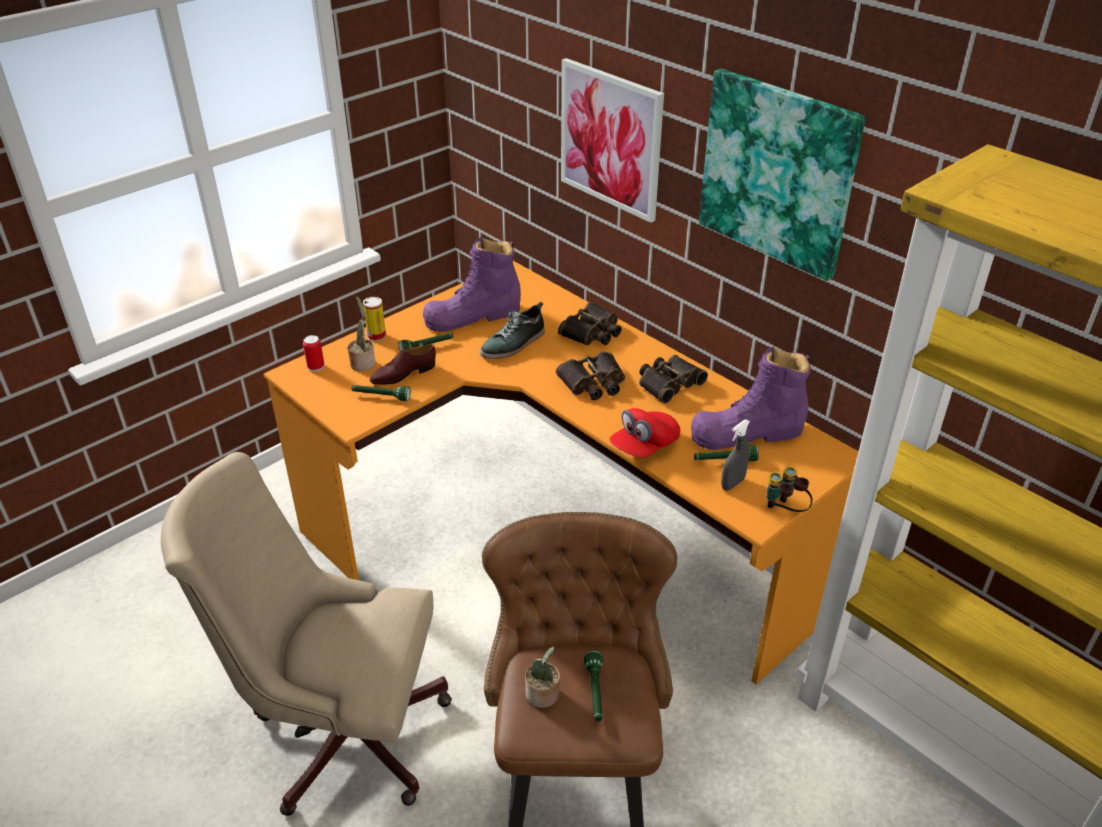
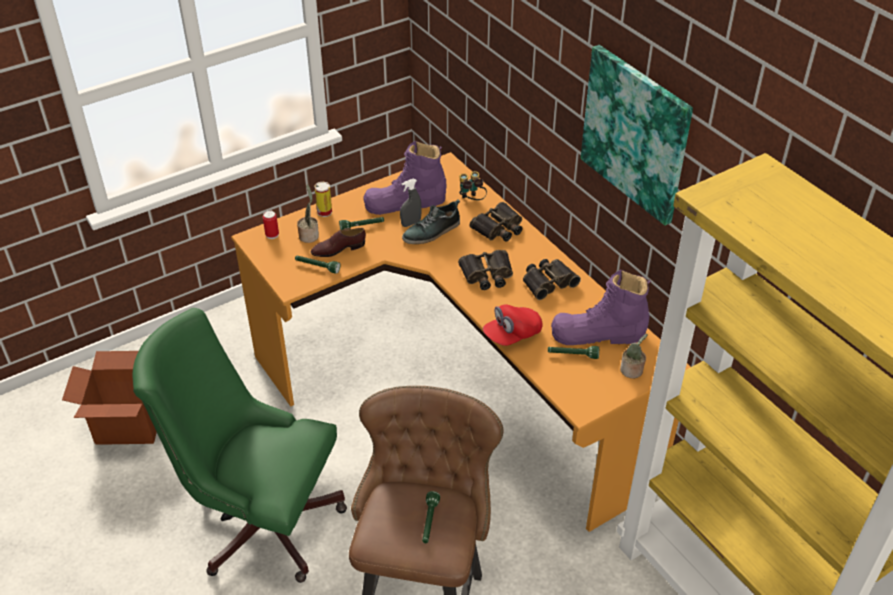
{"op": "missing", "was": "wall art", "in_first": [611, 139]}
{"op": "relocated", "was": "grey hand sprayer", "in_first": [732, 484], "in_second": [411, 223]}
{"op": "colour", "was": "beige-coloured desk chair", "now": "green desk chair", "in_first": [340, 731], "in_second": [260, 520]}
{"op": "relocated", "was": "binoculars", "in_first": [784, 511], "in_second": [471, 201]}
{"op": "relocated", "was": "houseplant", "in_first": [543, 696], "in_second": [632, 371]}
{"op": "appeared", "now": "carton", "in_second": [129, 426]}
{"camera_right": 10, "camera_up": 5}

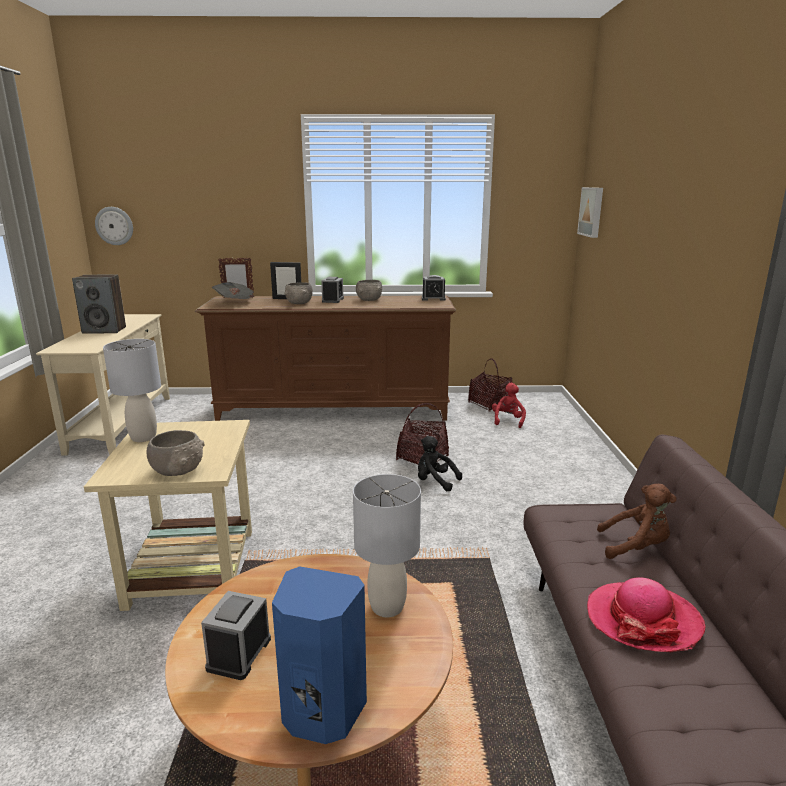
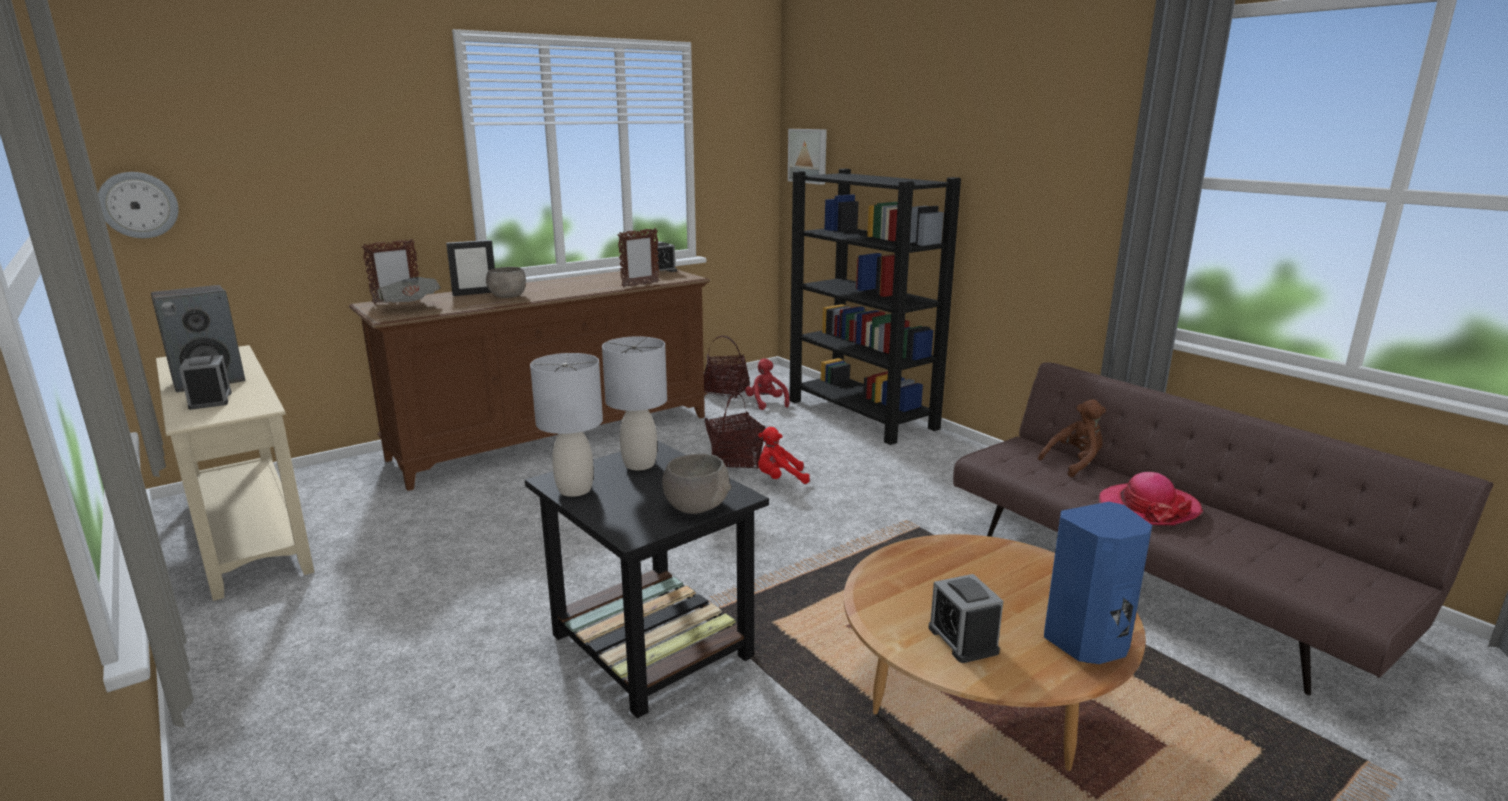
{"op": "relocated", "was": "table clock", "in_first": [332, 300], "in_second": [210, 400]}
{"op": "missing", "was": "grey deep dish", "in_first": [369, 300]}
{"op": "colour", "was": "beige-coloured end table", "now": "black end table", "in_first": [192, 566], "in_second": [649, 644]}
{"op": "colour", "was": "black plush toy", "now": "red-coloured plush toy", "in_first": [435, 482], "in_second": [780, 479]}
{"op": "relocated", "was": "grey lamp for a table", "in_first": [388, 607], "in_second": [640, 464]}
{"op": "appeared", "now": "black bookshelf", "in_second": [861, 414]}
{"op": "appeared", "now": "photo frame", "in_second": [640, 285]}
{"camera_right": -35, "camera_up": 0}

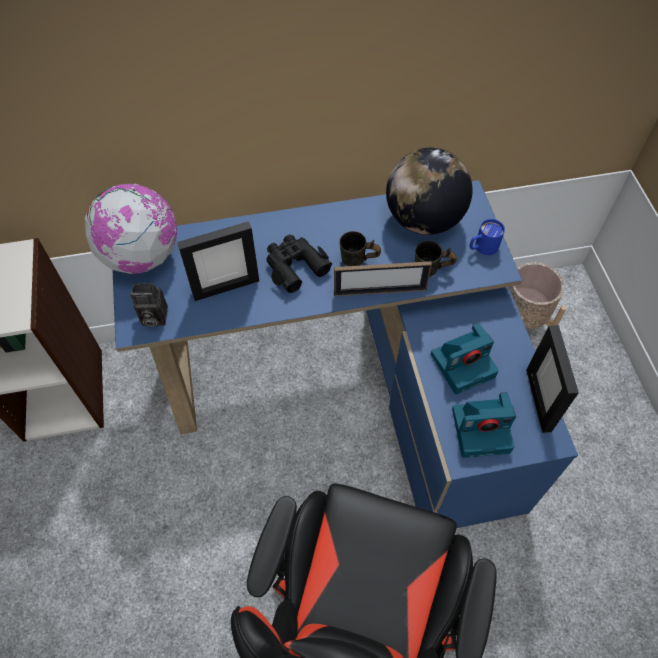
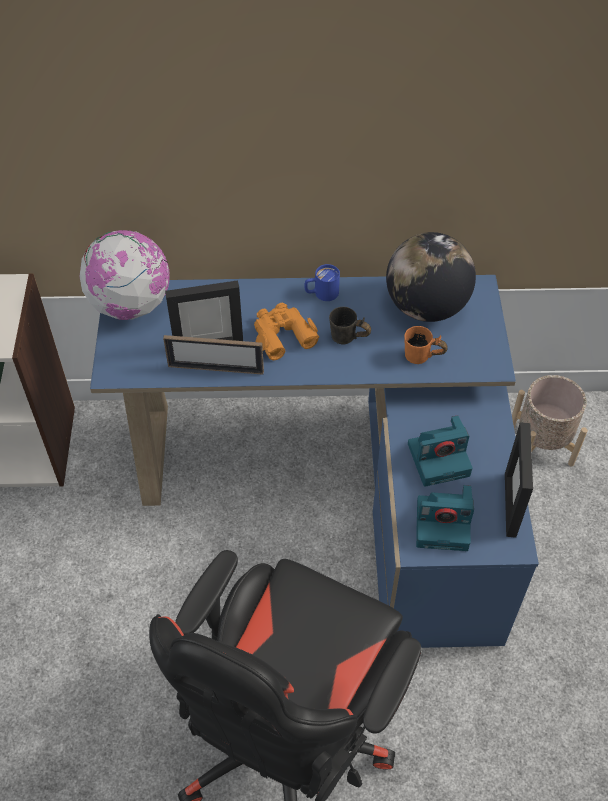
{"op": "relocated", "was": "blue mug", "in_first": [482, 248], "in_second": [321, 293]}
{"op": "colour", "was": "black binoculars", "now": "orange-coloured binoculars", "in_first": [294, 266], "in_second": [282, 335]}
{"op": "colour", "was": "grey mug", "now": "orange-coloured mug", "in_first": [431, 271], "in_second": [421, 359]}
{"op": "relocated", "was": "photo frame", "in_first": [380, 291], "in_second": [215, 369]}
{"op": "missing", "was": "photo camera", "in_first": [153, 317]}
{"camera_right": 10, "camera_up": -5}

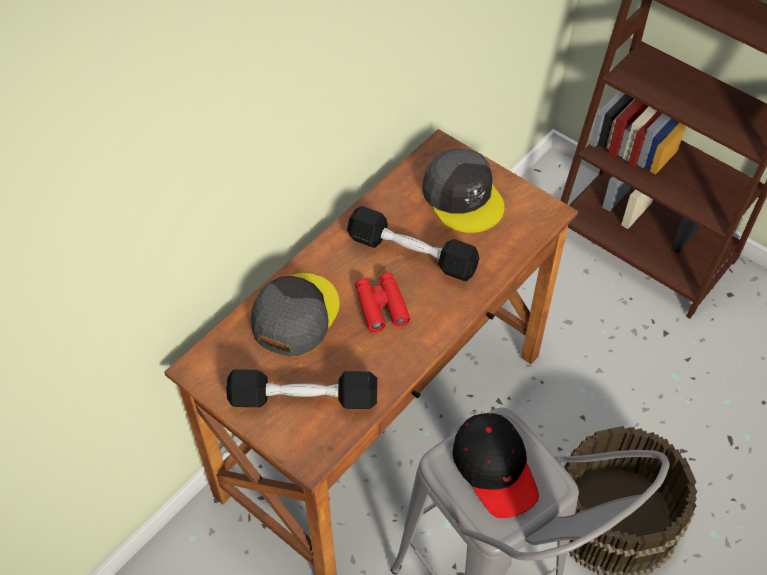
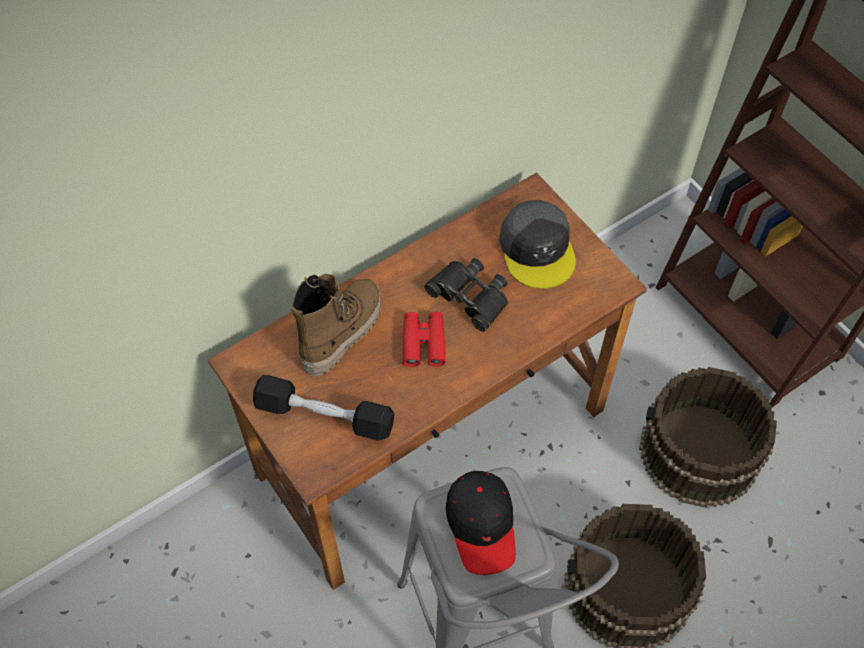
{"op": "exchanged", "was": "black free weight", "now": "black binoculars", "in_first": [412, 254], "in_second": [469, 296]}
{"op": "exchanged", "was": "grey cap", "now": "tall boot", "in_first": [295, 315], "in_second": [341, 332]}
{"op": "appeared", "now": "brownish water bucket", "in_second": [698, 453]}
{"camera_right": 15, "camera_up": 5}

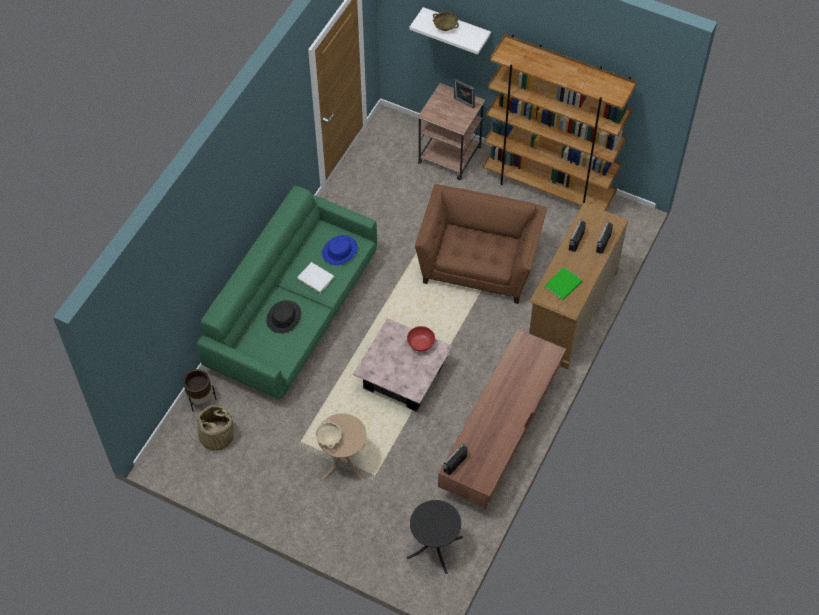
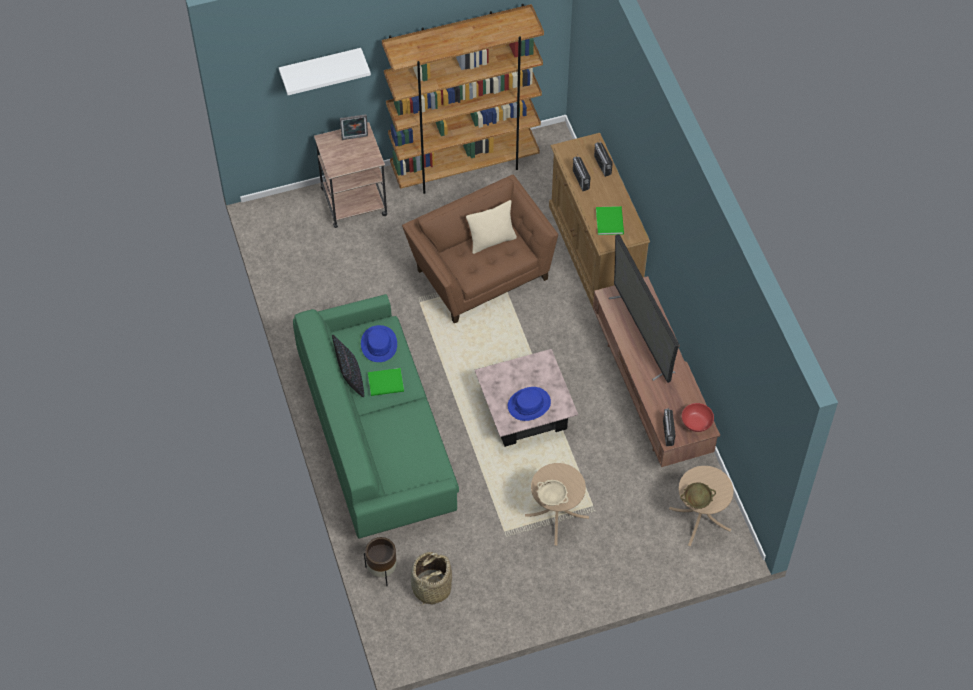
{"op": "relocated", "was": "beige-coloured deep dish", "in_first": [445, 27], "in_second": [697, 500]}
{"op": "colour", "was": "white bound book", "now": "green bound book", "in_first": [316, 279], "in_second": [387, 383]}
{"op": "missing", "was": "black wearable hat", "in_first": [284, 317]}
{"op": "relocated", "was": "red-coloured deep dish", "in_first": [420, 344], "in_second": [696, 424]}
{"op": "colour", "was": "black end table", "now": "beige-coloured end table", "in_first": [434, 547], "in_second": [699, 519]}
{"op": "appeared", "now": "beige-coloured throw pillow", "in_second": [491, 240]}
{"op": "appeared", "now": "TV", "in_second": [641, 334]}
{"op": "appeared", "now": "black throw pillow", "in_second": [350, 378]}
{"op": "appeared", "now": "blue wearable hat", "in_second": [529, 404]}
{"camera_right": -45, "camera_up": 0}

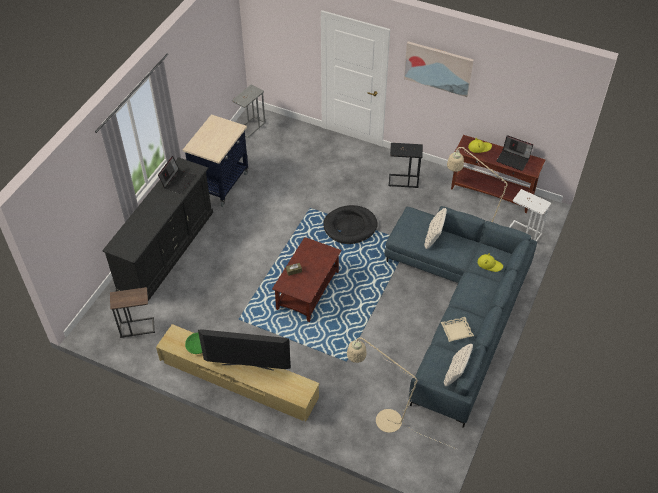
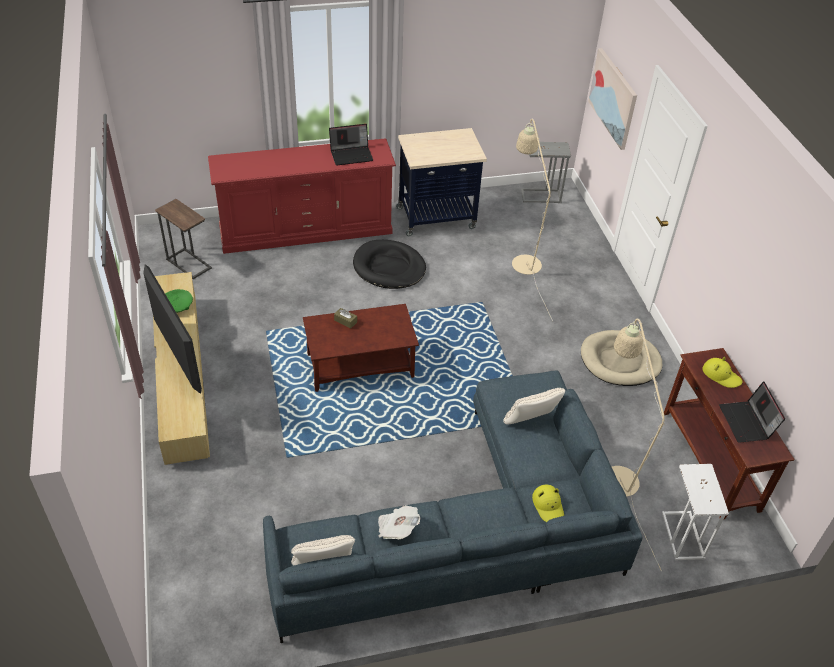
{"op": "relocated", "was": "wall art", "in_first": [438, 68], "in_second": [613, 98]}
{"op": "exchanged", "was": "black end table", "now": "beige-coloured dog cushion", "in_first": [404, 181], "in_second": [620, 361]}
{"op": "colour", "was": "black storage cabinet", "now": "red-coloured storage cabinet", "in_first": [167, 251], "in_second": [306, 230]}
{"op": "relocated", "was": "black dog cushion", "in_first": [350, 226], "in_second": [389, 267]}
{"op": "exchanged", "was": "beige-coloured serving tray", "now": "newspaper", "in_first": [456, 331], "in_second": [397, 528]}
{"op": "relocated", "was": "beige-coloured floor lamp", "in_first": [382, 418], "in_second": [524, 259]}
{"camera_right": 50, "camera_up": -5}

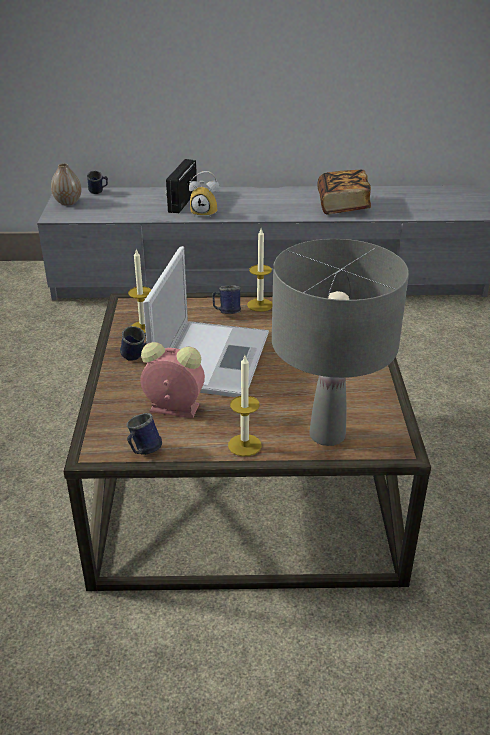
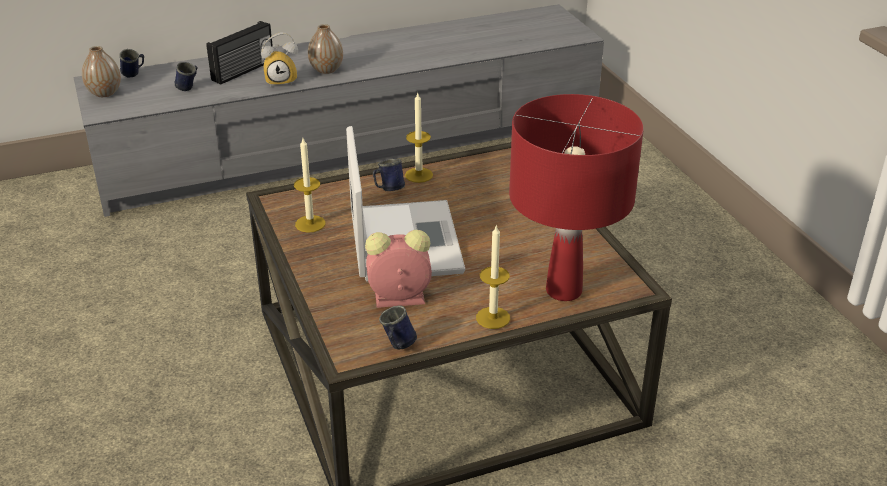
{"op": "spun", "was": "radio receiver", "in_first": [181, 201], "in_second": [244, 71], "clockwise": -135}
{"op": "missing", "was": "bound book", "in_first": [343, 206]}
{"op": "colour", "was": "grey lamp for a table", "now": "red-coloured lamp for a table", "in_first": [327, 435], "in_second": [564, 290]}
{"op": "relocated", "was": "blue mug", "in_first": [137, 356], "in_second": [189, 88]}
{"op": "appeared", "now": "vase", "in_second": [326, 70]}
{"camera_right": -20, "camera_up": 0}

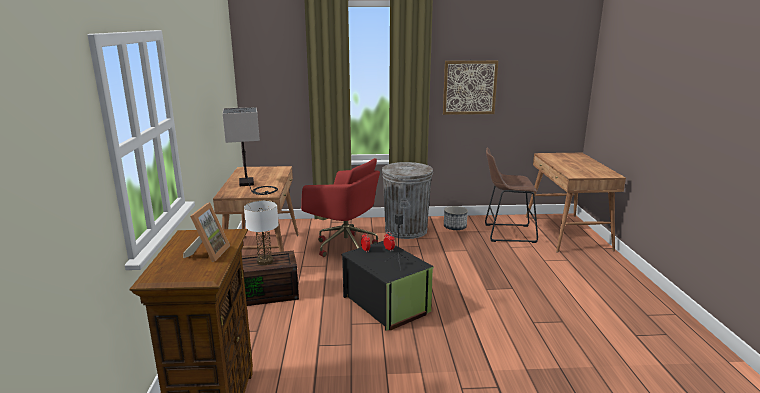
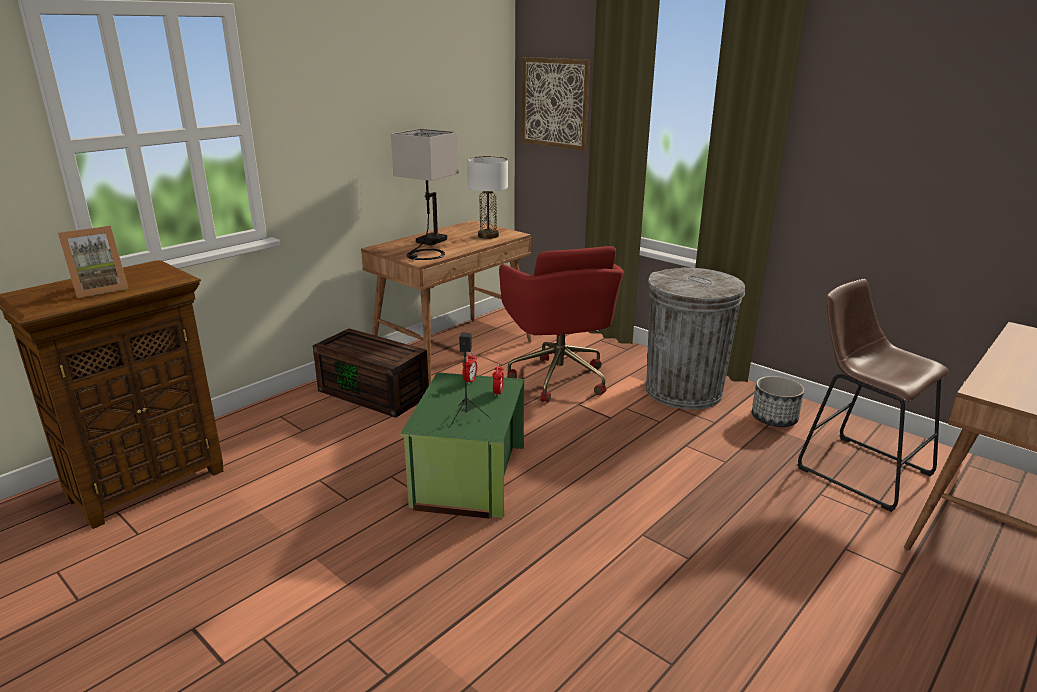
{"op": "relocated", "was": "wall art", "in_first": [469, 87], "in_second": [555, 102]}
{"op": "relocated", "was": "lamp for a table", "in_first": [264, 261], "in_second": [488, 236]}
{"op": "colour", "was": "black storage bin", "now": "green storage bin", "in_first": [385, 305], "in_second": [467, 476]}
{"camera_right": 45, "camera_up": 5}

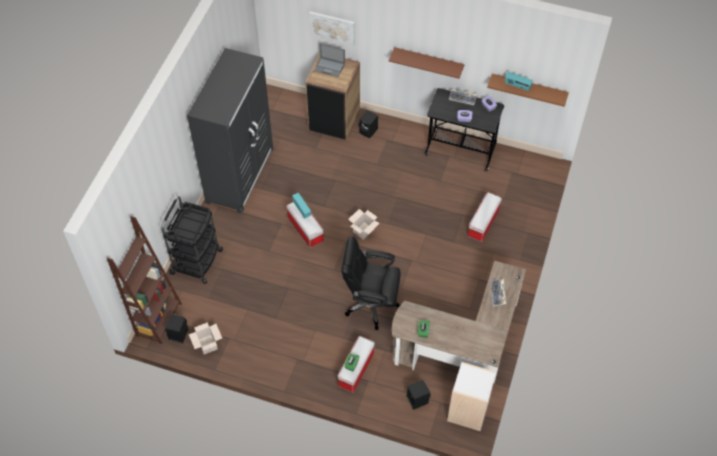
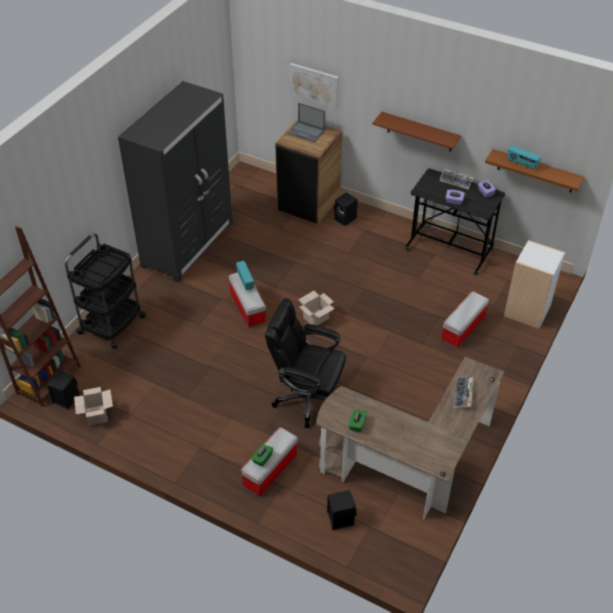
{"op": "relocated", "was": "bookshelf", "in_first": [467, 411], "in_second": [527, 311]}
{"camera_right": 10, "camera_up": -10}

